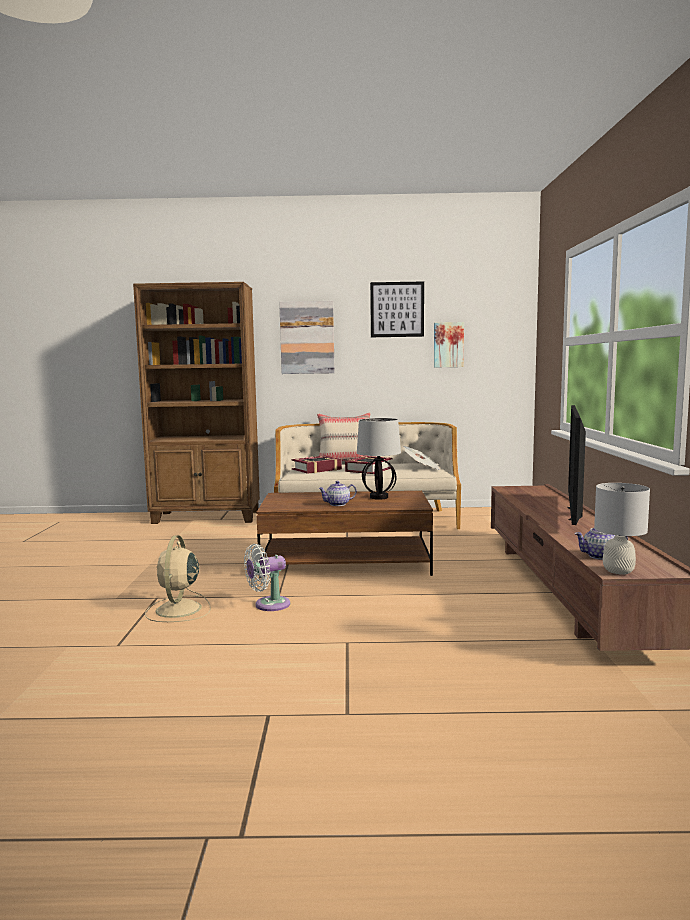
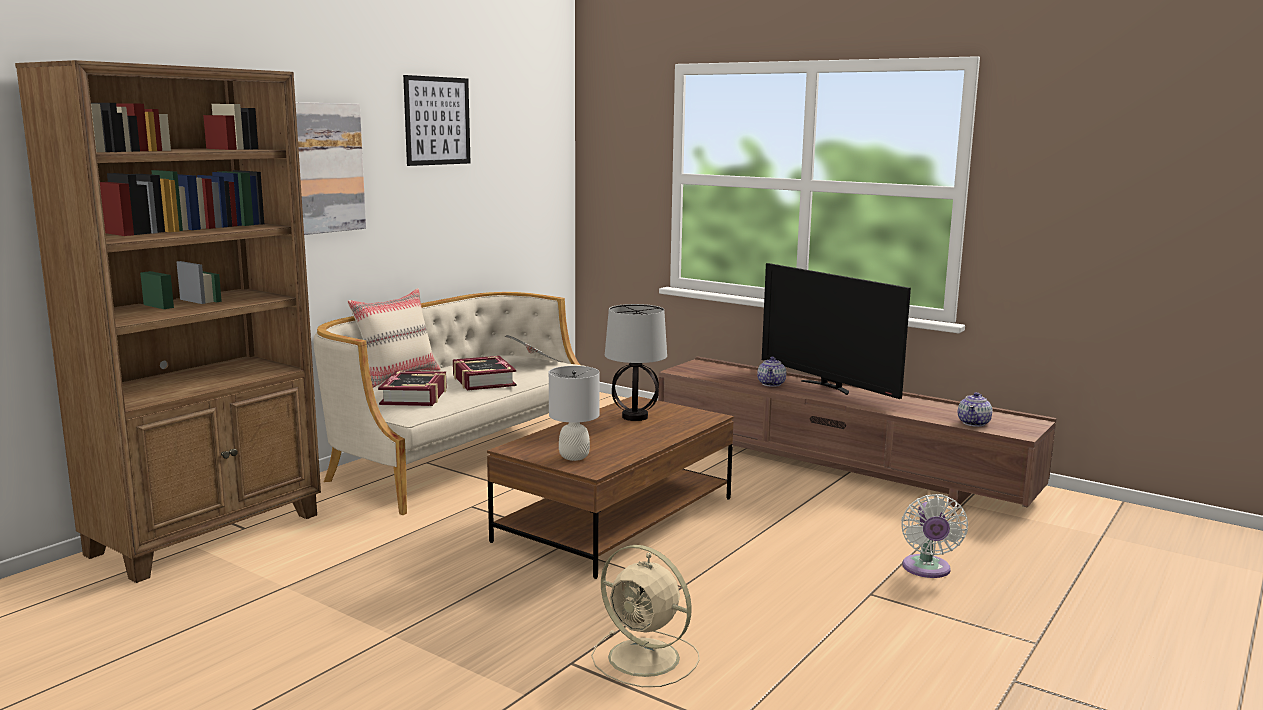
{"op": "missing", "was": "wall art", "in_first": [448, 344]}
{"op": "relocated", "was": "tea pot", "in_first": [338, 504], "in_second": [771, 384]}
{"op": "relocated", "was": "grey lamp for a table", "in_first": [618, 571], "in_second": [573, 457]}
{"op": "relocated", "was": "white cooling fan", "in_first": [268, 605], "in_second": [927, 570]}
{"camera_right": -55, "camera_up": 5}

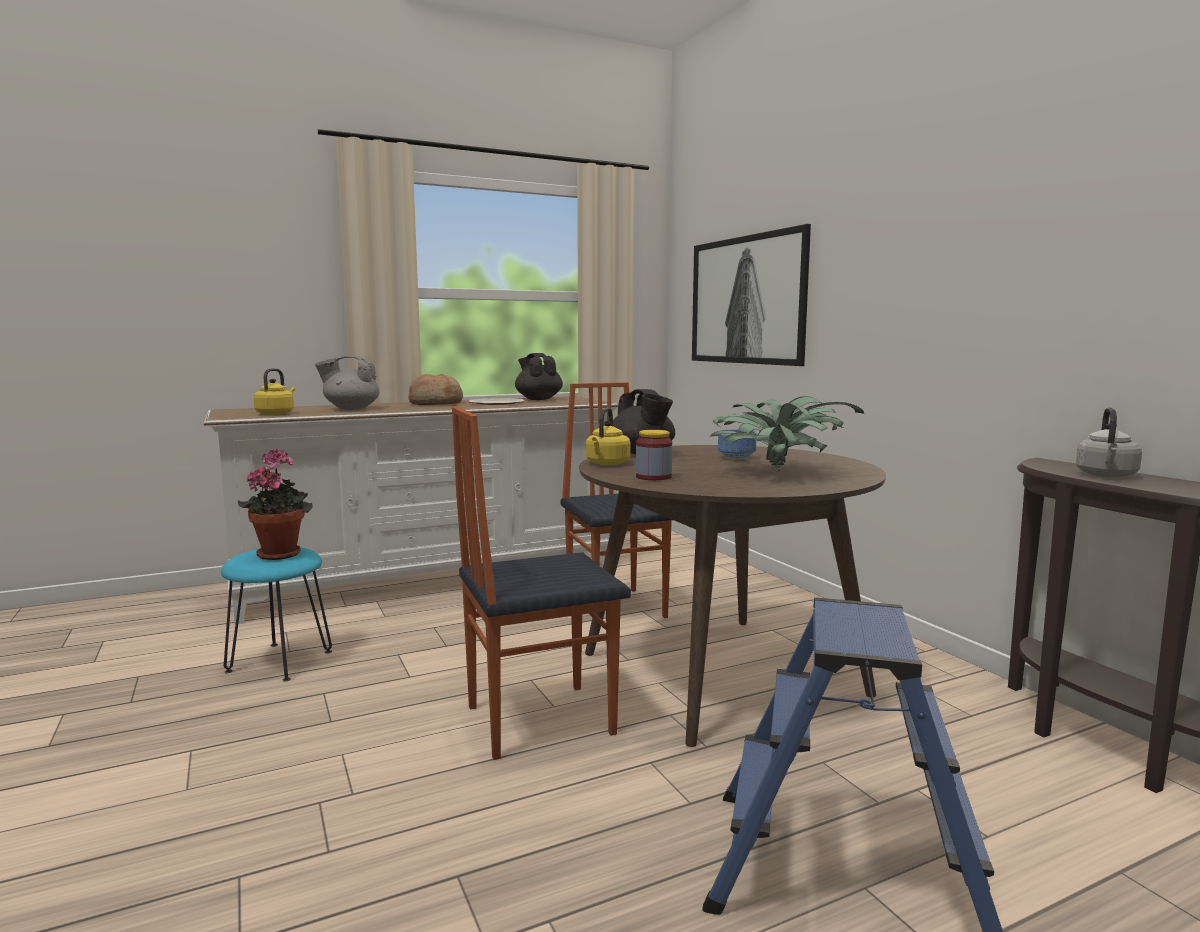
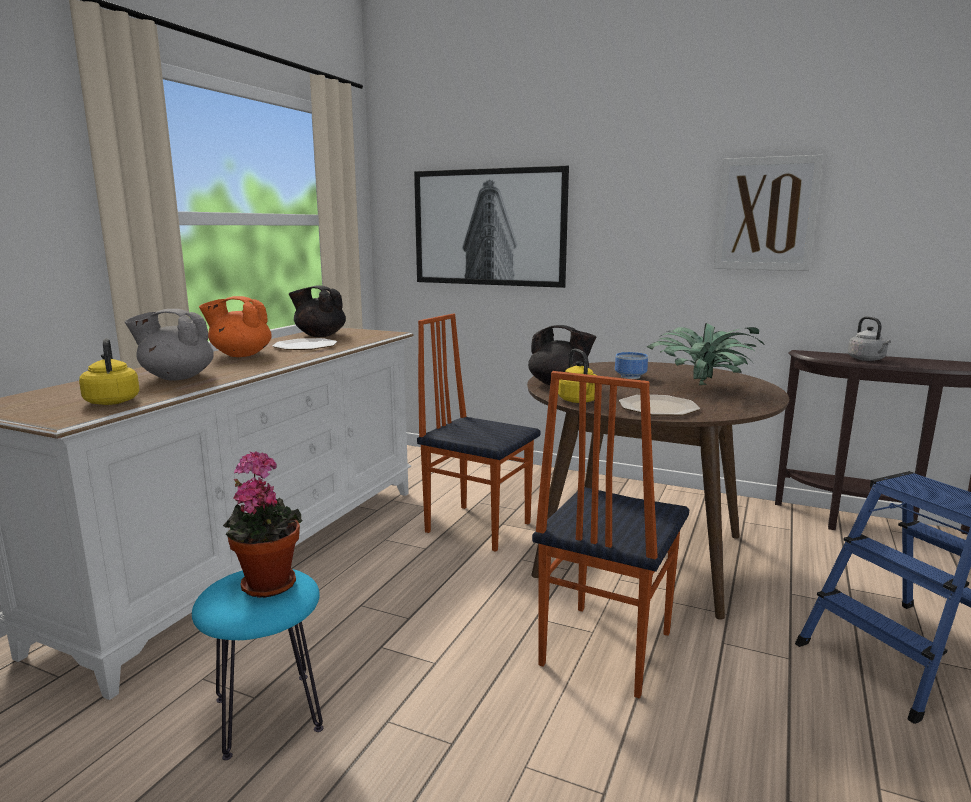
{"op": "spun", "was": "grey tea pot", "in_first": [350, 409], "in_second": [176, 377], "clockwise": 45}
{"op": "exchanged", "was": "baked bread", "now": "orange-coloured tea pot", "in_first": [436, 403], "in_second": [240, 355]}
{"op": "exchanged", "was": "jar", "now": "flat dish", "in_first": [653, 477], "in_second": [657, 407]}
{"op": "appeared", "now": "wall art", "in_second": [766, 214]}
{"camera_right": -40, "camera_up": 5}

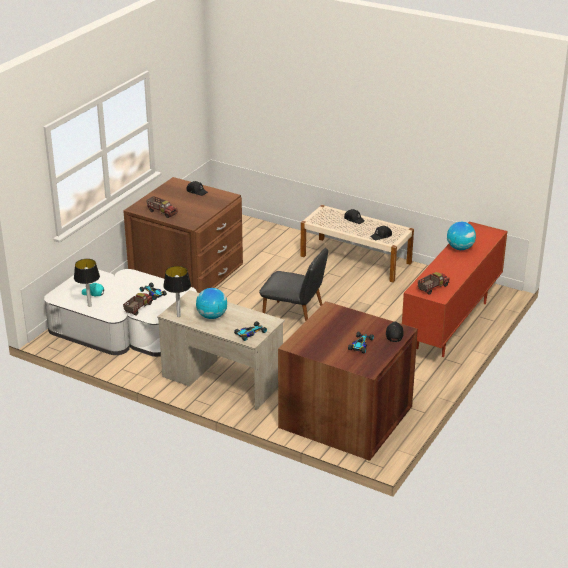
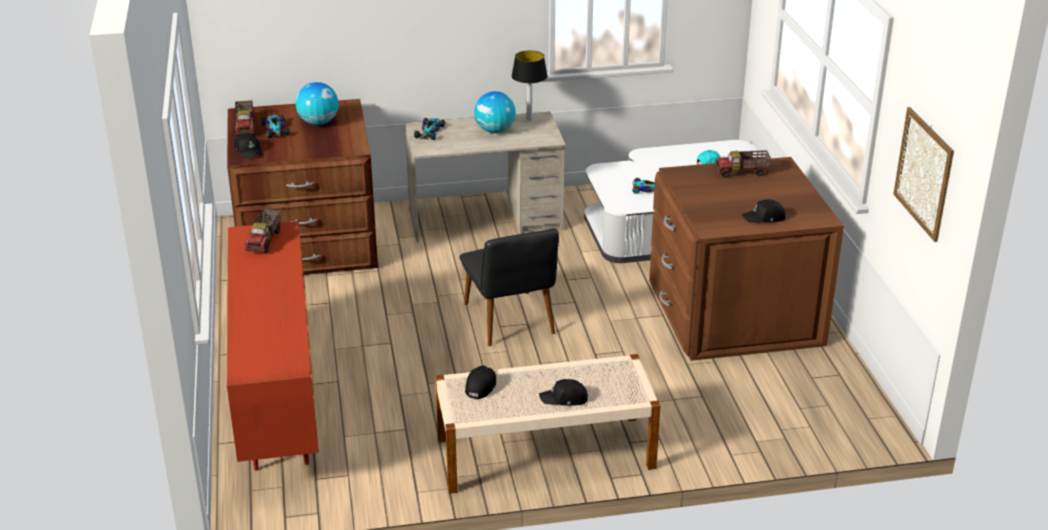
{"op": "relocated", "was": "world globe", "in_first": [460, 248], "in_second": [318, 123]}
{"op": "spun", "was": "black plain chair", "in_first": [293, 317], "in_second": [509, 318], "clockwise": -90}
{"op": "missing", "was": "lamp for a table", "in_first": [89, 305]}
{"op": "relocated", "was": "model truck", "in_first": [138, 308], "in_second": [246, 127]}
{"op": "appeared", "now": "wall art", "in_second": [924, 172]}
{"camera_right": 140, "camera_up": 0}

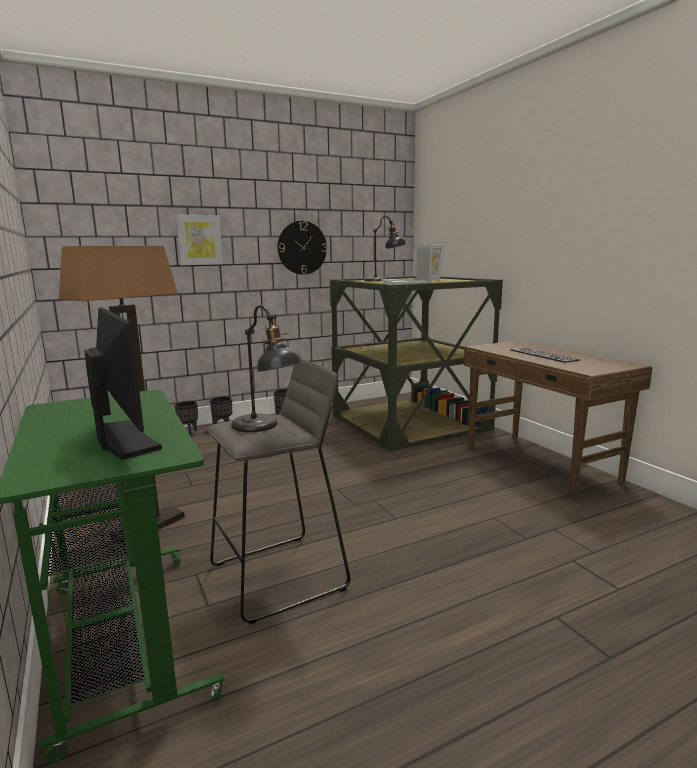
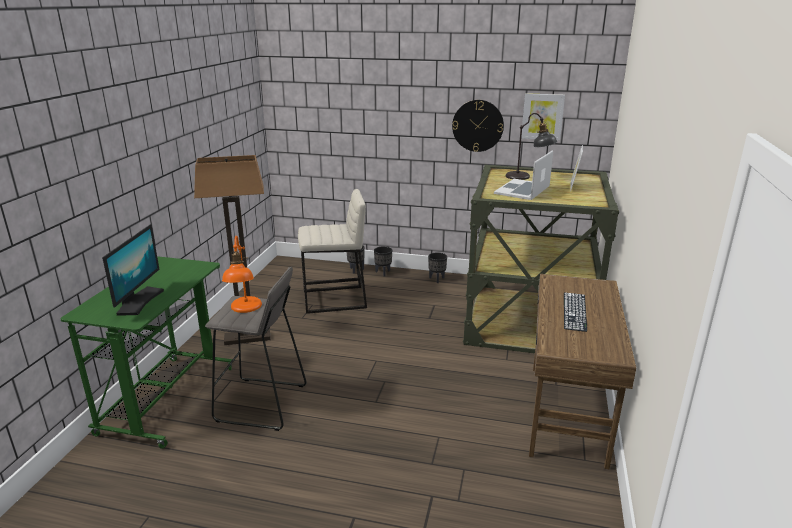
{"op": "relocated", "was": "wall art", "in_first": [199, 240], "in_second": [542, 116]}
{"op": "colour", "was": "grey lamp for a table", "now": "orange-coloured lamp for a table", "in_first": [268, 428], "in_second": [245, 312]}
{"op": "appeared", "now": "beige-coloured stool", "in_second": [334, 299]}
{"camera_right": 40, "camera_up": 10}

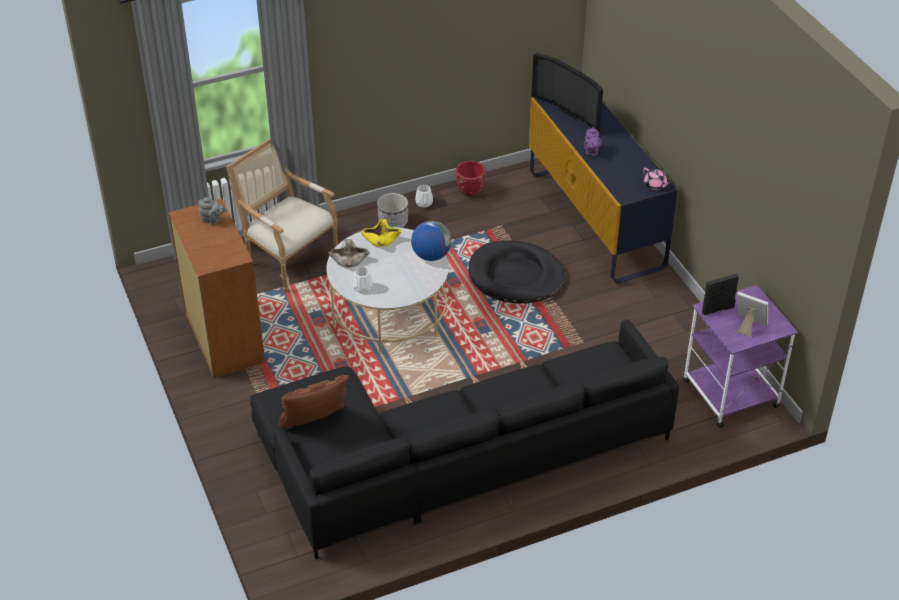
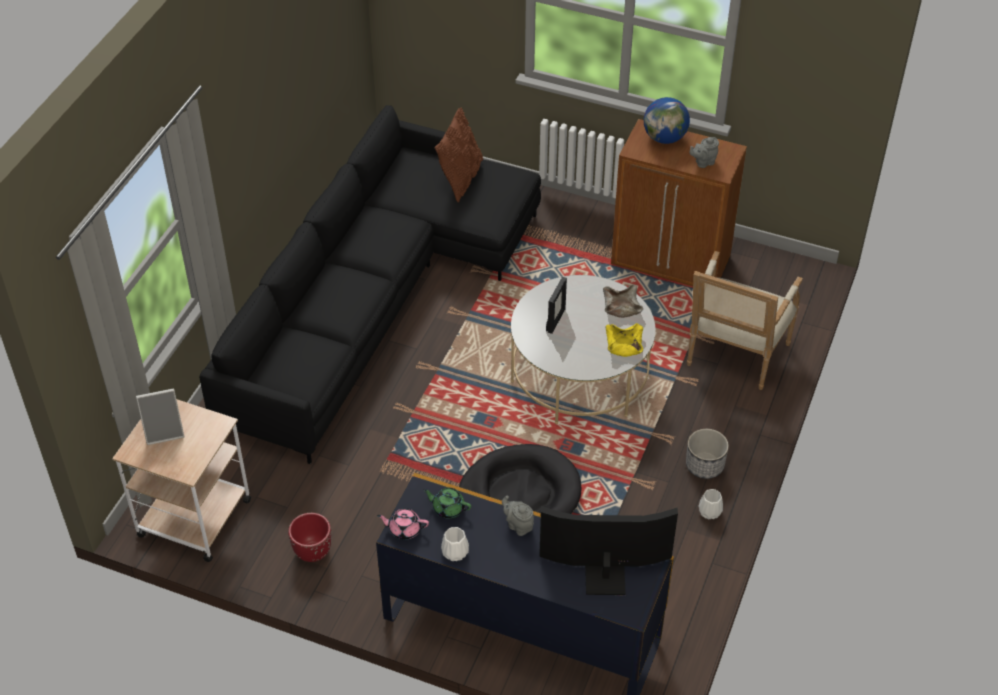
{"op": "colour", "was": "purplish tea pot", "now": "grey tea pot", "in_first": [591, 152], "in_second": [518, 525]}
{"op": "spun", "was": "armchair", "in_first": [288, 258], "in_second": [733, 357], "clockwise": 120}
{"op": "relocated", "was": "red-coloured flower pot", "in_first": [470, 191], "in_second": [313, 552]}
{"op": "relocated", "was": "world globe", "in_first": [431, 255], "in_second": [665, 138]}
{"op": "relocated", "was": "white vase", "in_first": [362, 288], "in_second": [455, 551]}
{"op": "relocated", "was": "photo frame", "in_first": [718, 310], "in_second": [555, 320]}
{"op": "colour", "was": "purplish cart", "now": "beige-coloured cart", "in_first": [729, 395], "in_second": [195, 516]}
{"op": "appeared", "now": "green tea pot", "in_second": [448, 508]}
{"camera_right": 135, "camera_up": 5}

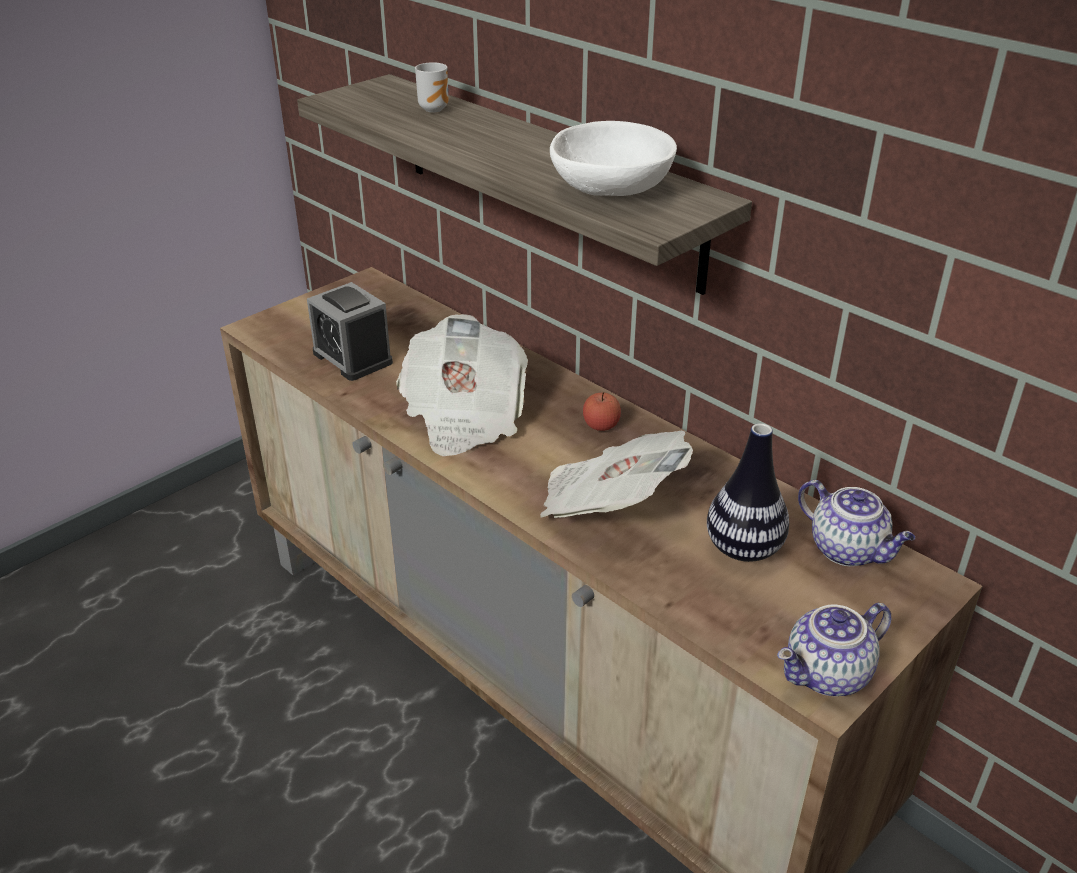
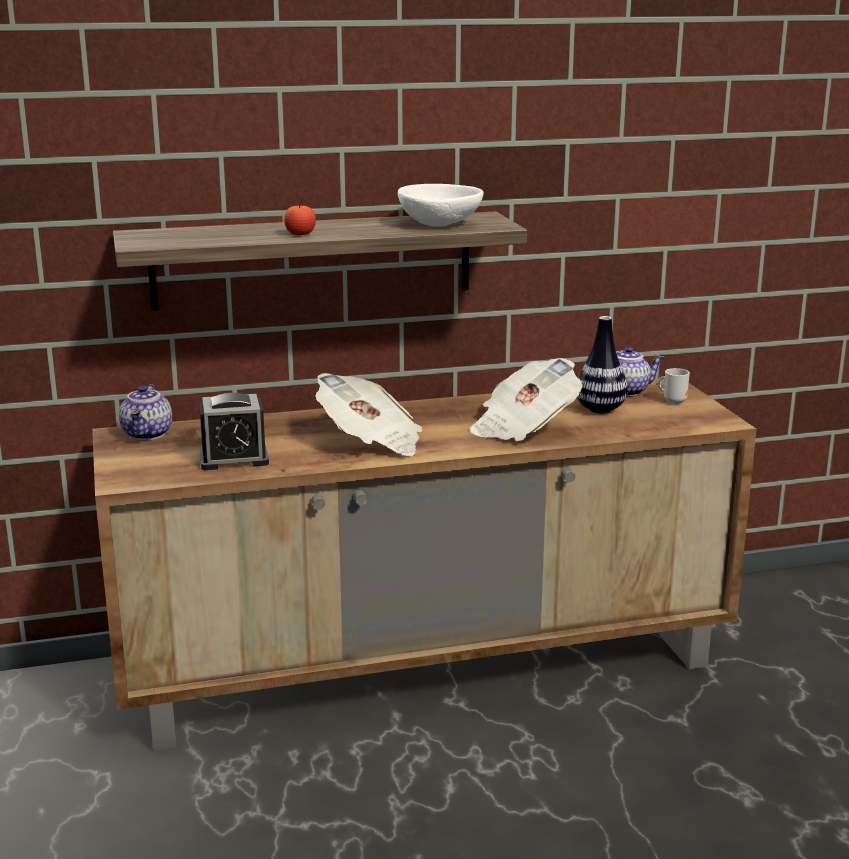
{"op": "relocated", "was": "mug", "in_first": [435, 109], "in_second": [673, 401]}
{"op": "relocated", "was": "whole apple", "in_first": [601, 425], "in_second": [300, 234]}
{"op": "relocated", "was": "tea pot", "in_first": [828, 676], "in_second": [148, 434]}
{"camera_right": -60, "camera_up": -15}

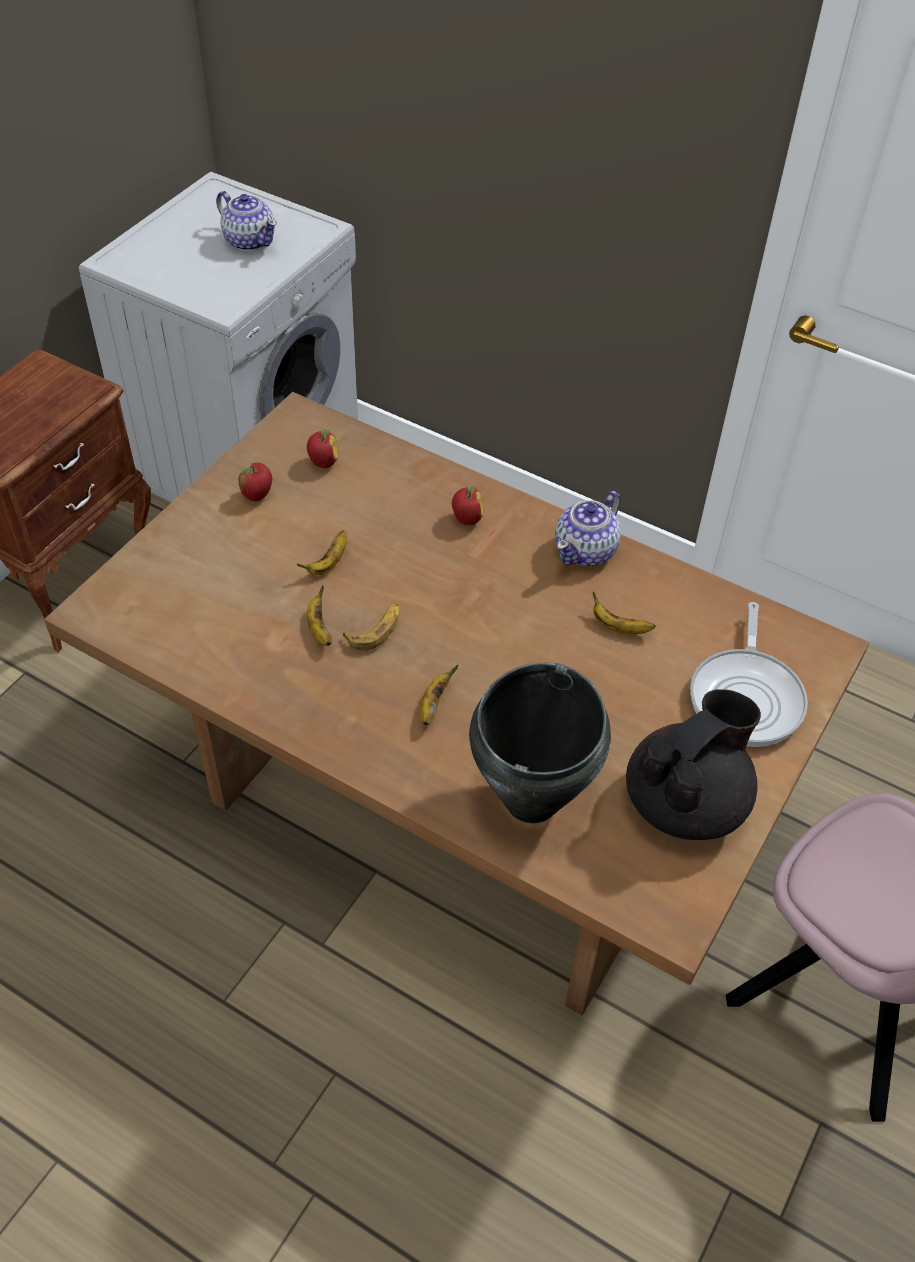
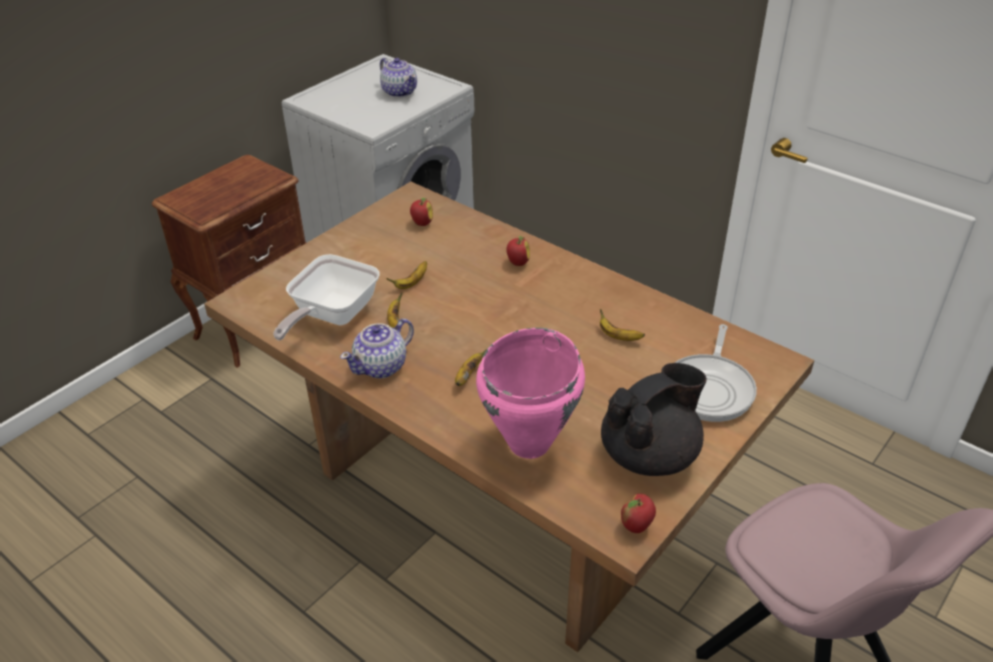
{"op": "relocated", "was": "whole apple", "in_first": [257, 496], "in_second": [636, 526]}
{"op": "relocated", "was": "tea pot", "in_first": [586, 550], "in_second": [381, 366]}
{"op": "missing", "was": "banana fruit", "in_first": [376, 630]}
{"op": "colour", "was": "black cooking pot", "now": "pink-coloured cooking pot", "in_first": [533, 800], "in_second": [530, 443]}
{"op": "appeared", "now": "frying pan", "in_second": [331, 316]}
{"camera_right": 10, "camera_up": -10}

